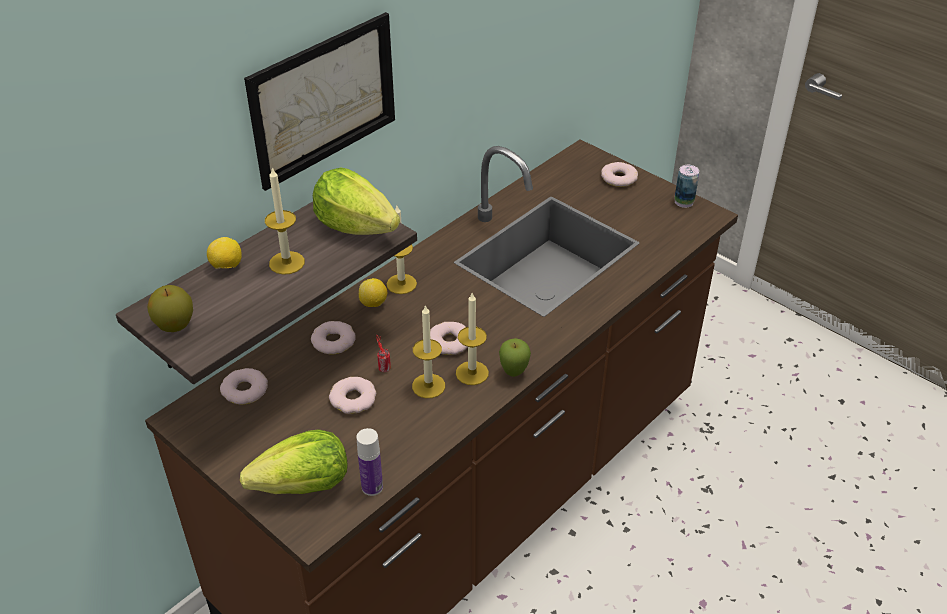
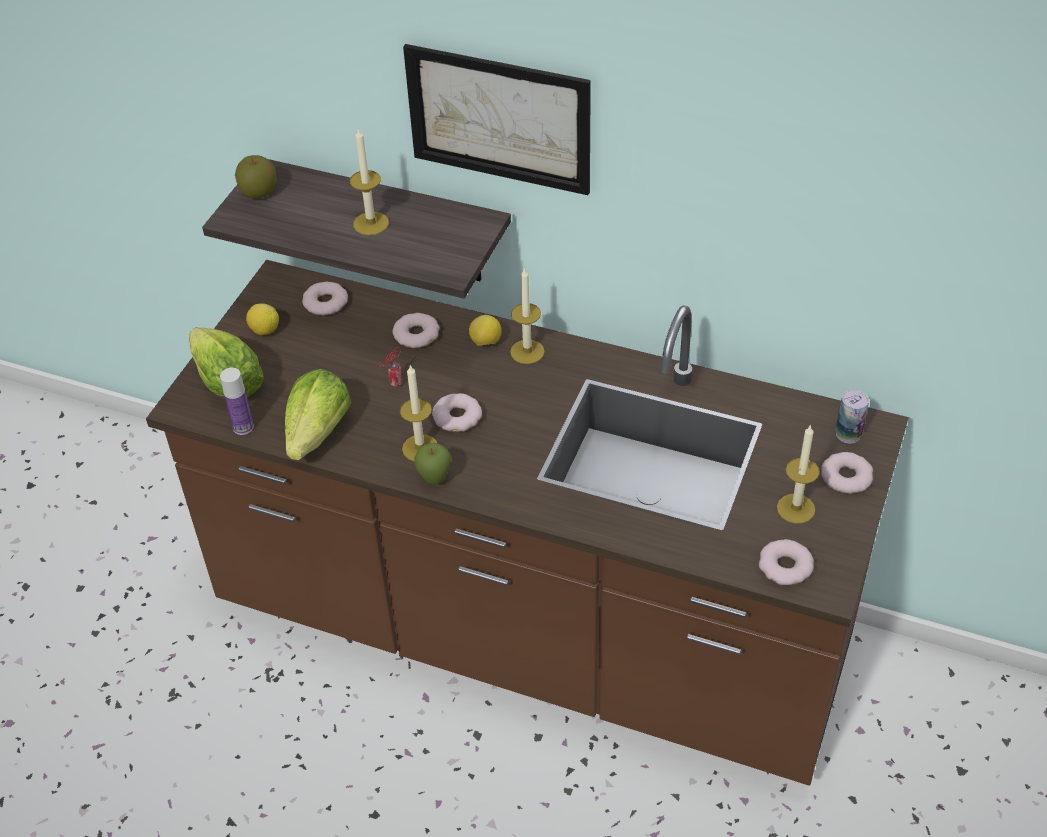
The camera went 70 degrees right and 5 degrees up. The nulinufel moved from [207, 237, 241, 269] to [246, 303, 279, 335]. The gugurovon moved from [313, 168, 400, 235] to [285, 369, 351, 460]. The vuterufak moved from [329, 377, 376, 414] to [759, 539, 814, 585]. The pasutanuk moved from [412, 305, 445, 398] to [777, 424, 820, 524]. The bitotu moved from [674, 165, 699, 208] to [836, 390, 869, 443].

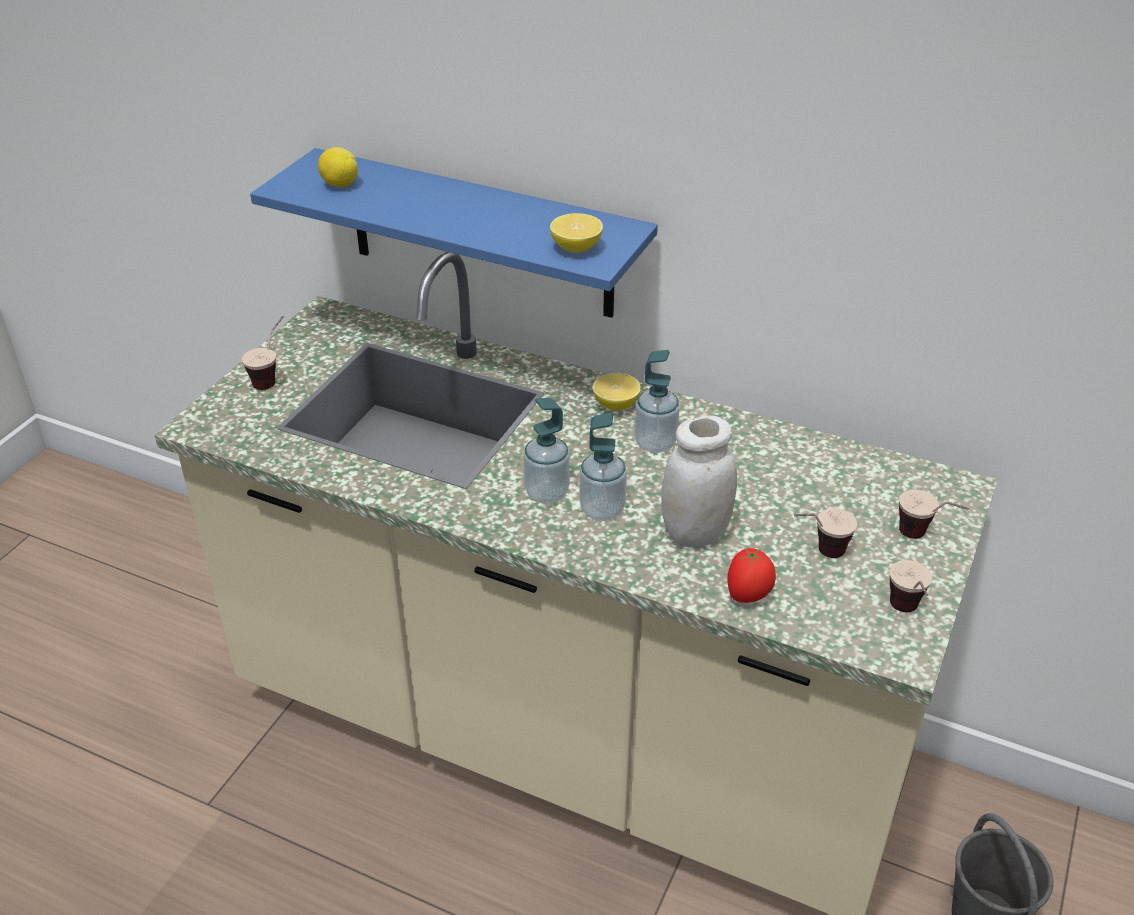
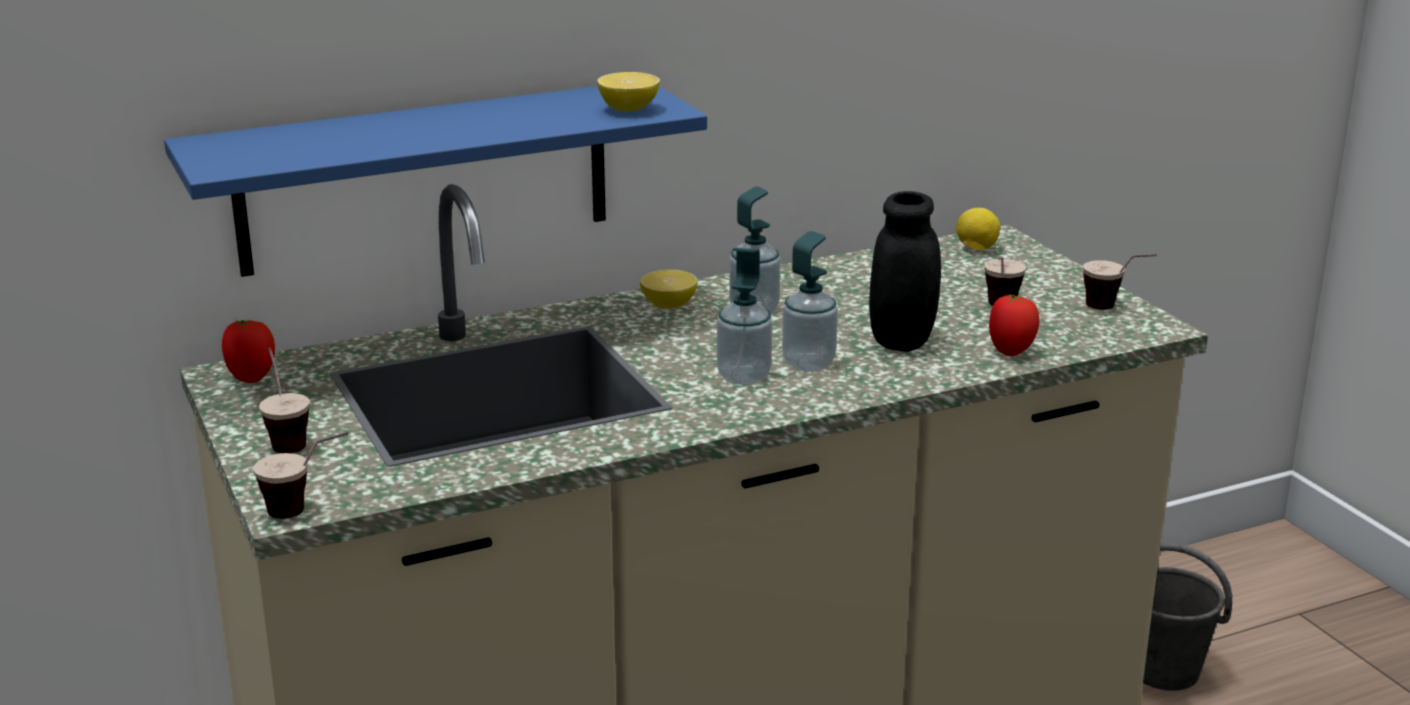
The camera went 50 degrees left and 15 degrees down. The nulinufel moved from [318, 147, 358, 187] to [956, 208, 1000, 250]. The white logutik at [661, 415, 737, 547] became the black logutik at [869, 191, 941, 352]. The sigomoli moved from [899, 490, 969, 539] to [253, 432, 349, 519]. The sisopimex at [222, 320, 275, 383] appeared.

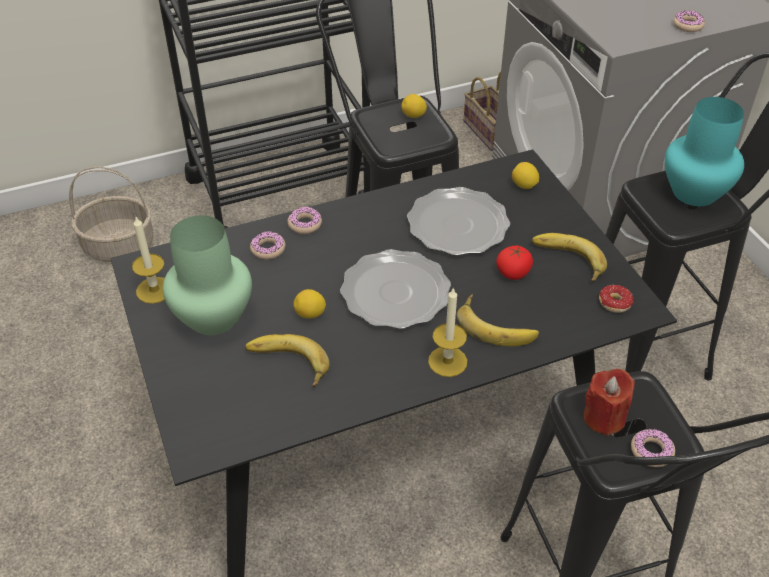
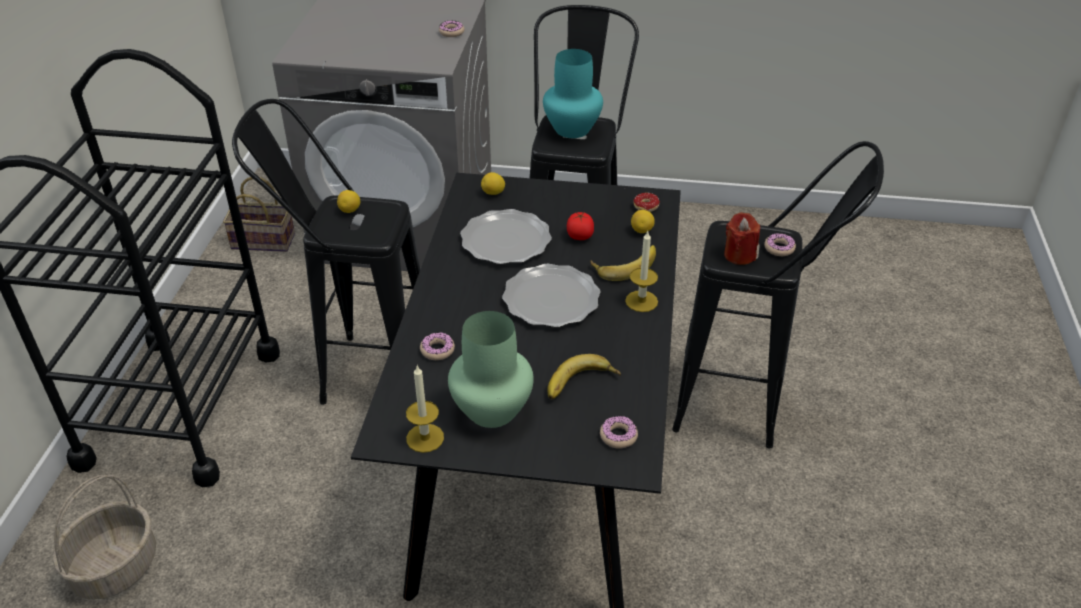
The camera went 60 degrees left and 5 degrees down. The vuterufak moved from [287, 207, 322, 234] to [600, 415, 638, 449]. The nulinufel moved from [293, 289, 326, 319] to [631, 210, 655, 233]. The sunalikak at [532, 233, 607, 282] disappeared.

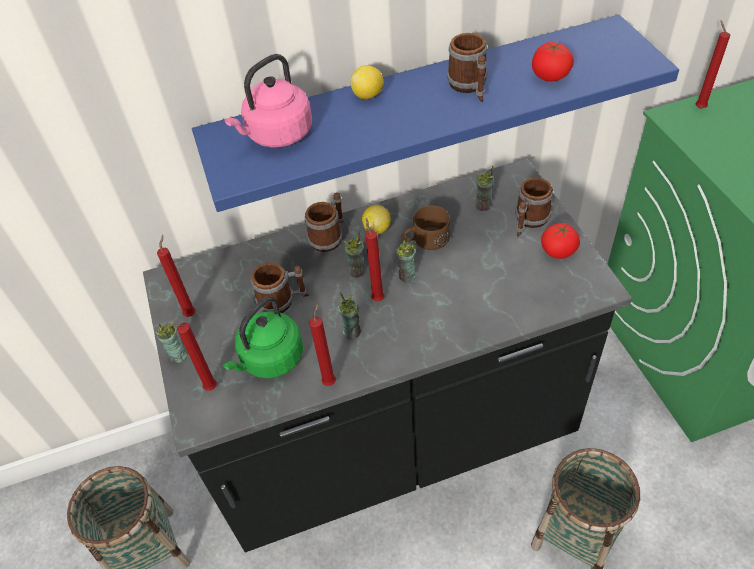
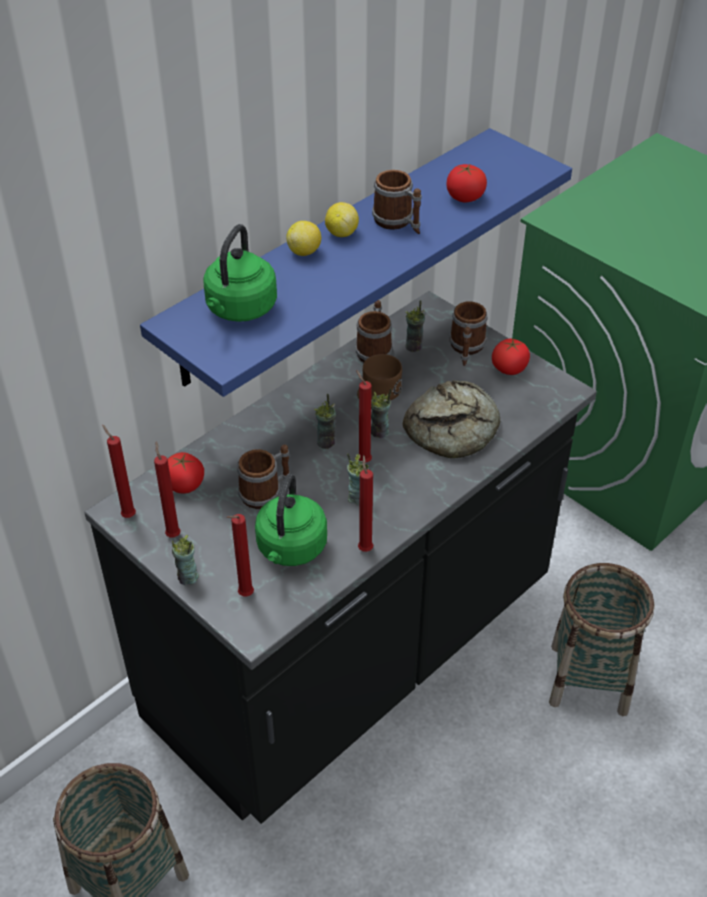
The camera went 30 degrees left and 5 degrees down. The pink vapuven at [225, 54, 312, 147] became the green vapuven at [203, 224, 277, 322]. The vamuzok moved from [305, 192, 344, 252] to [355, 300, 393, 362]. The nulinufel moved from [362, 205, 391, 234] to [325, 202, 359, 237]. The red pasutanuk moved from [696, 21, 730, 109] to [102, 425, 136, 518]. The sisopimex at [168, 452, 204, 494] appeared. The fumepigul at [403, 380, 500, 458] appeared.

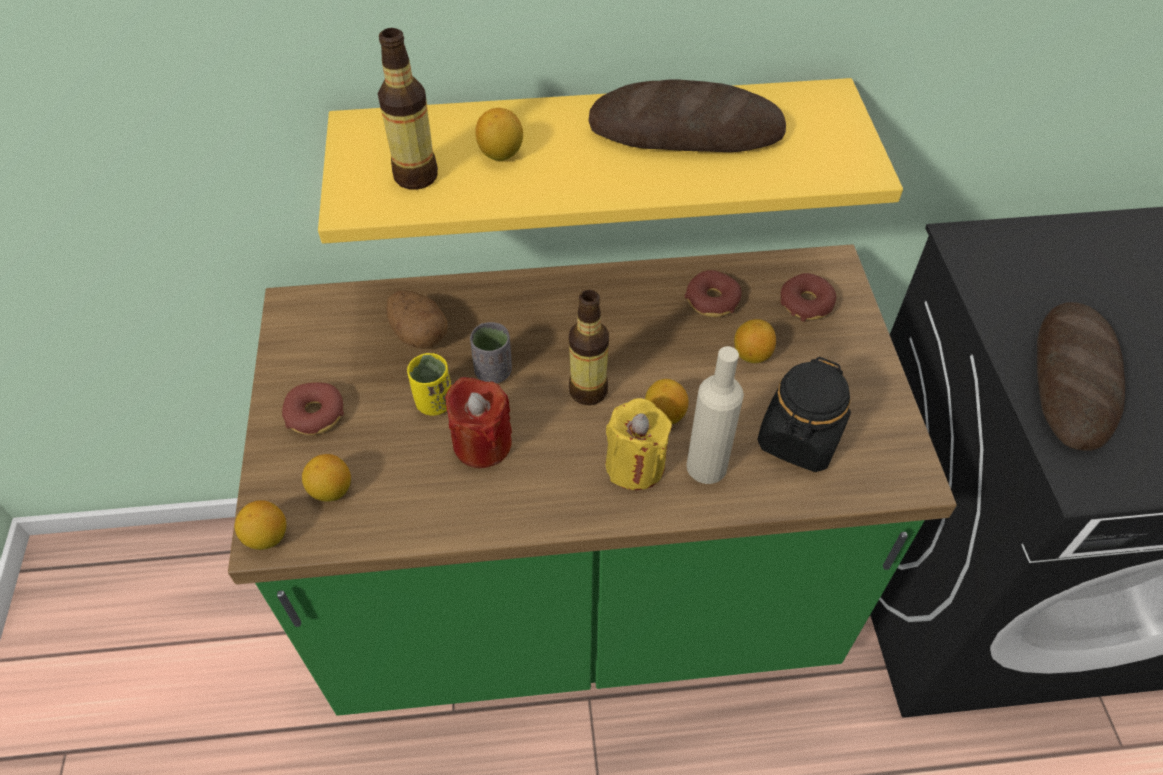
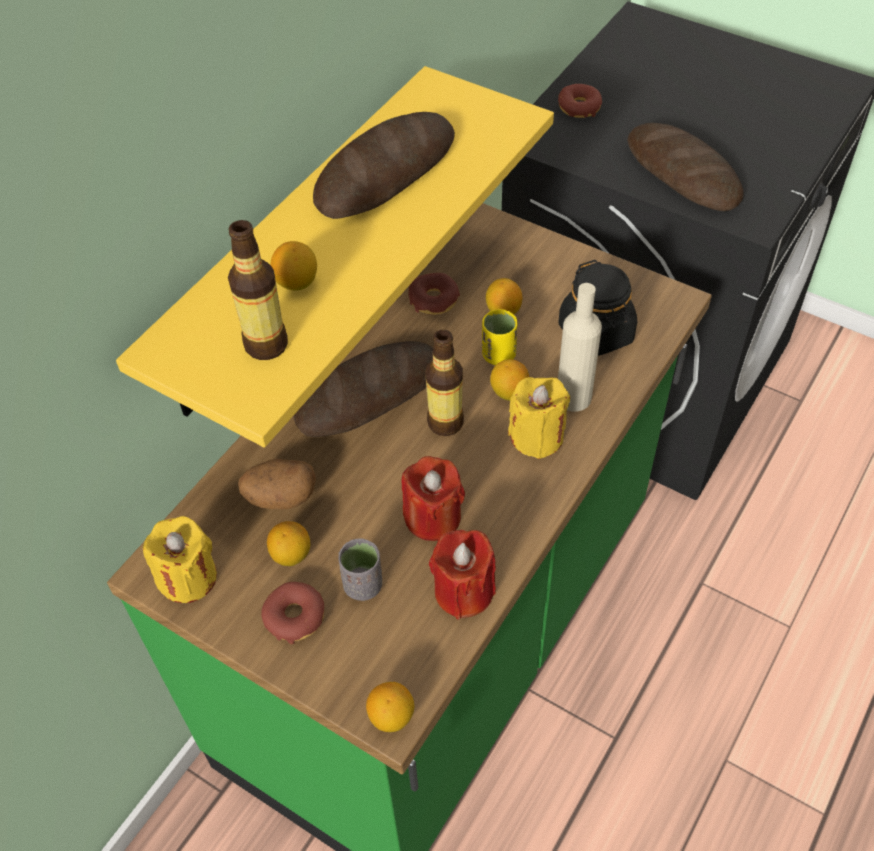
The camera went 50 degrees left and 0 degrees up. The nulinufel moved from [302, 454, 351, 502] to [267, 521, 310, 566]. The yellow sigomoli moved from [407, 353, 452, 416] to [482, 309, 517, 365]. The grey sigomoli moved from [470, 322, 512, 383] to [339, 538, 382, 601]. The vuterufak moved from [781, 273, 836, 322] to [558, 84, 602, 118]. The yellow pasutanuk at [143, 516, 217, 603] appeared. The fumepigul at [293, 341, 433, 437] appeared. The red pasutanuk at [429, 530, 496, 620] appeared.

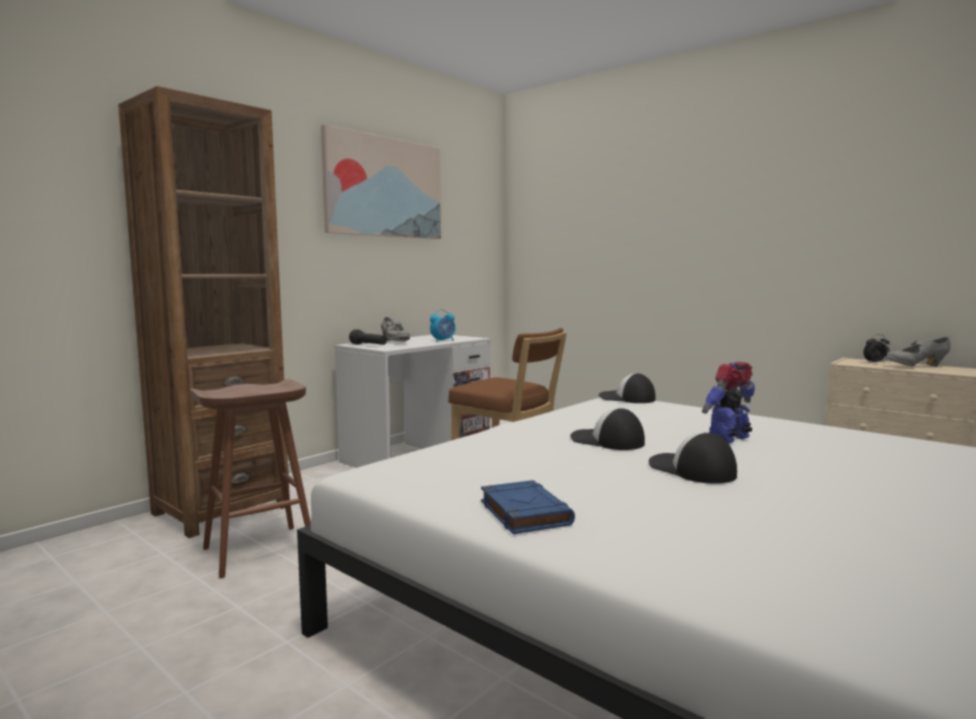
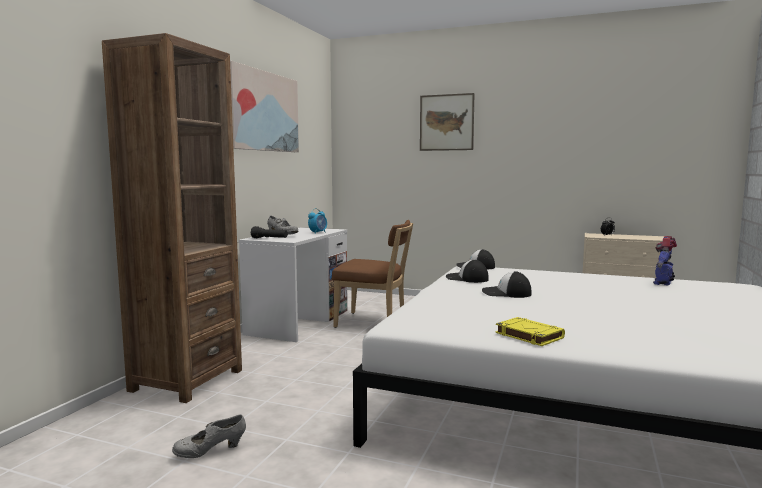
The camera went 20 degrees left and 0 degrees up. The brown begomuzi at [190, 379, 311, 578] disappeared. The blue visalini at [481, 480, 575, 534] became the yellow visalini at [495, 317, 565, 346]. The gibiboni moved from [649, 432, 737, 484] to [446, 259, 489, 283]. The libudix moved from [702, 362, 755, 444] to [653, 236, 677, 285]. The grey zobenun moved from [886, 337, 951, 367] to [172, 415, 246, 458]. The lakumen at [420, 93, 474, 151] appeared.

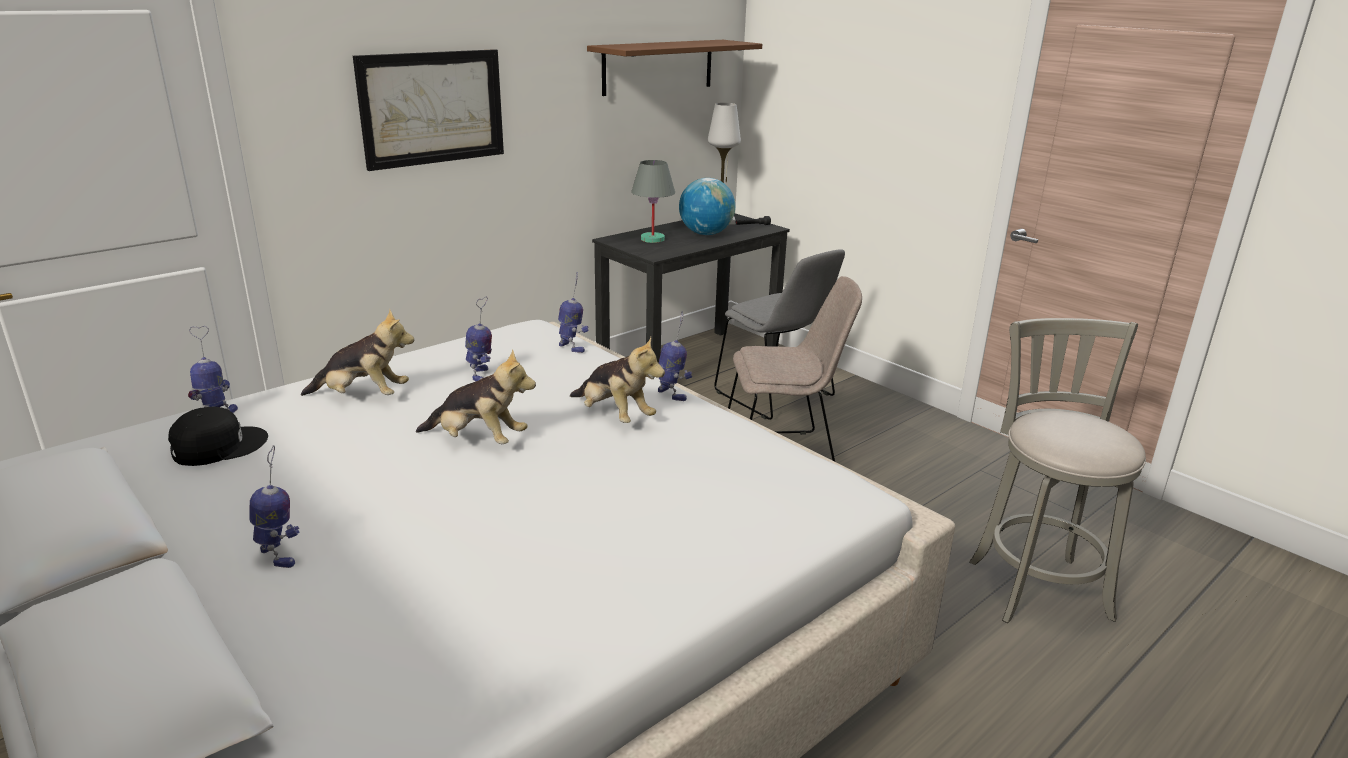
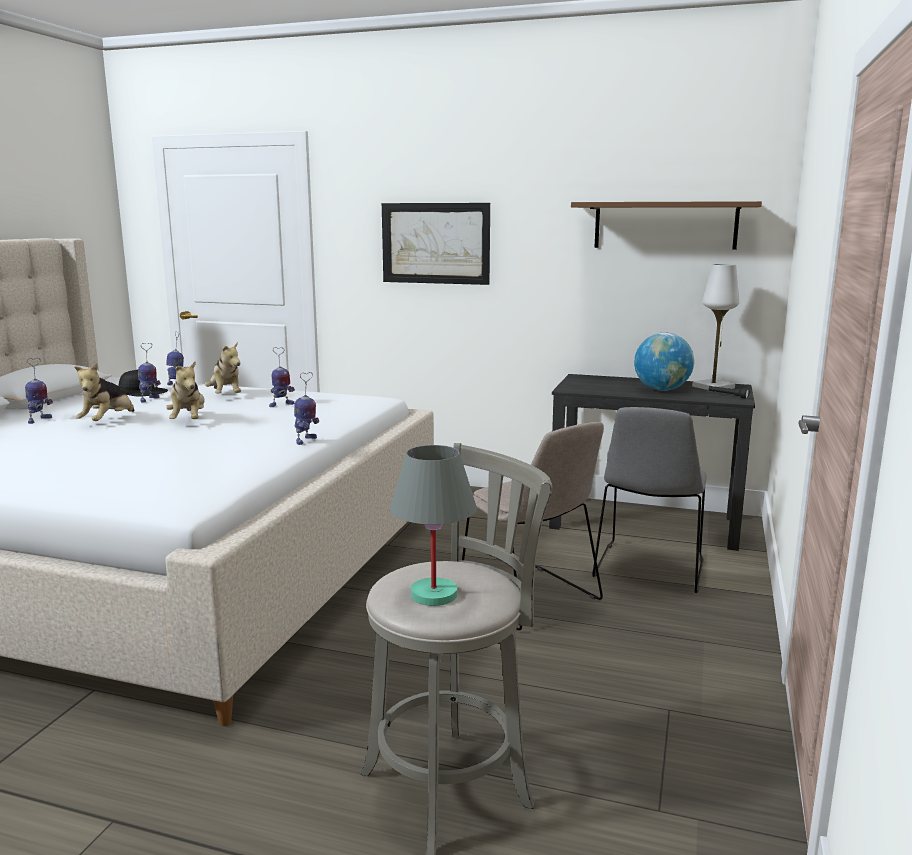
The camera went 60 degrees right and 10 degrees down. The libudix moved from [558, 272, 589, 353] to [138, 343, 161, 402]. The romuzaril moved from [570, 337, 665, 423] to [74, 363, 134, 421]. The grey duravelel moved from [631, 160, 675, 243] to [390, 445, 477, 606].

